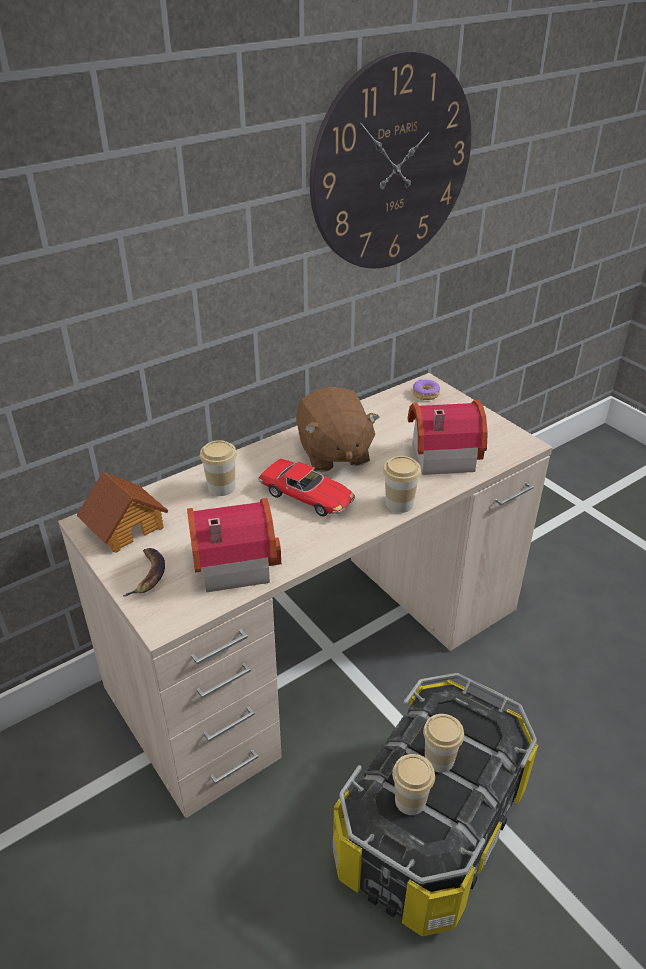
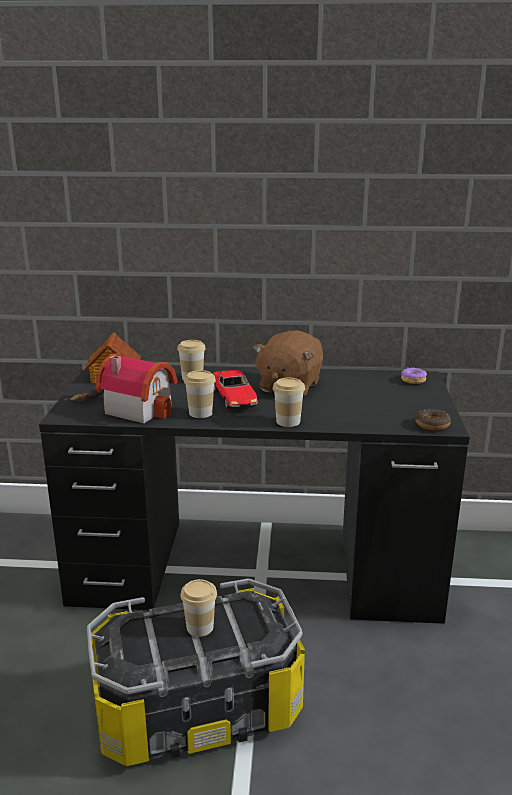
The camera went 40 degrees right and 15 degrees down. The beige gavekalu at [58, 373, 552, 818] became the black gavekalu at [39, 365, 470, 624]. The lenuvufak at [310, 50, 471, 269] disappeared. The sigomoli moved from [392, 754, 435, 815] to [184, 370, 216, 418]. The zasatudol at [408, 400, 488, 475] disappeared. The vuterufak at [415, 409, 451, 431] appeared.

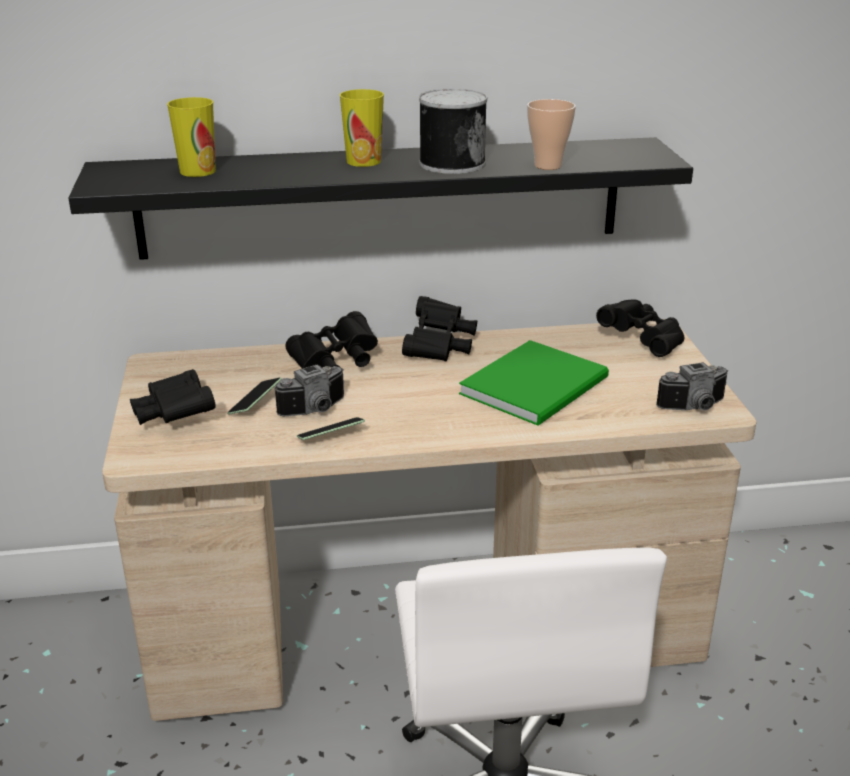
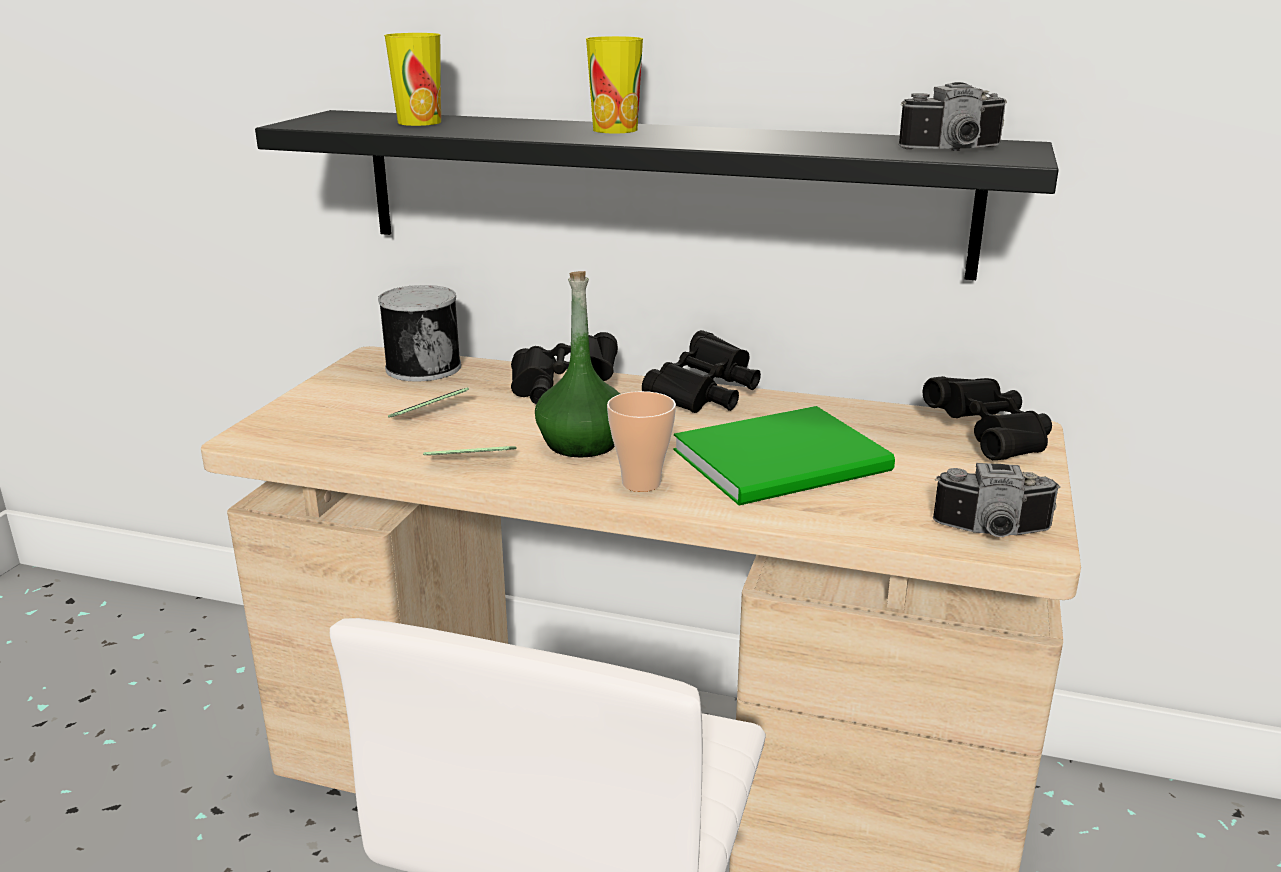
The camera went 25 degrees right and 5 degrees down. The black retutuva at [130, 369, 216, 425] disappeared. The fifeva moved from [274, 364, 344, 416] to [898, 82, 1007, 151]. The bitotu moved from [419, 88, 487, 174] to [378, 285, 461, 381]. The sigomoli moved from [527, 99, 576, 170] to [607, 391, 676, 492]. The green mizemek at [535, 271, 620, 457] appeared.

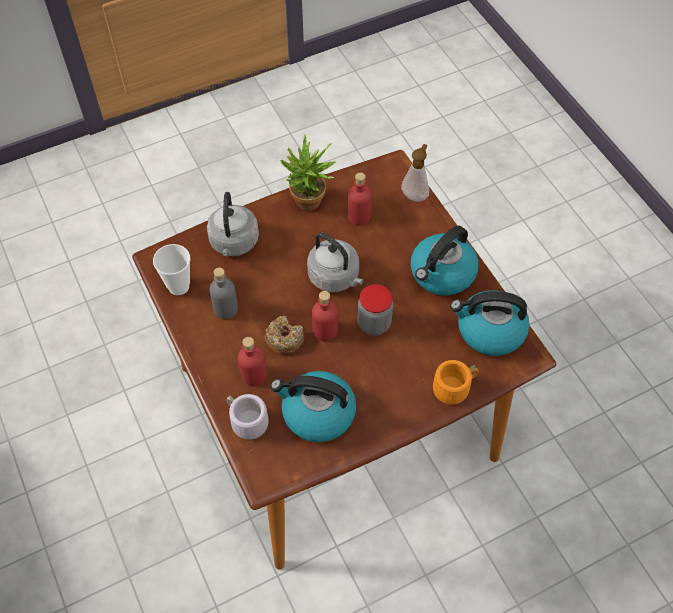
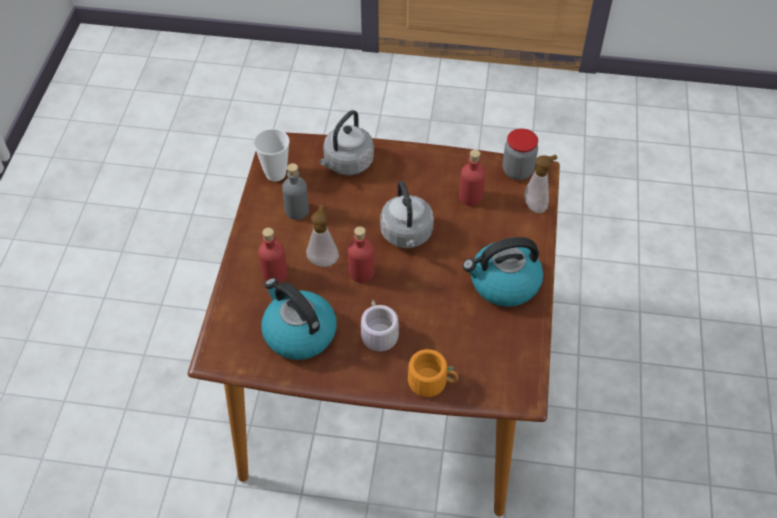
The camera went 35 degrees right and 5 degrees down. The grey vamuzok moved from [227, 394, 269, 440] to [361, 300, 399, 359]. The vuterufak at [265, 316, 304, 354] was replaced by the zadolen at [306, 205, 339, 267]. The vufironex at [280, 135, 337, 211] disappeared. The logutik moved from [358, 284, 393, 336] to [503, 129, 538, 180]. The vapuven at [450, 290, 530, 356] disappeared.

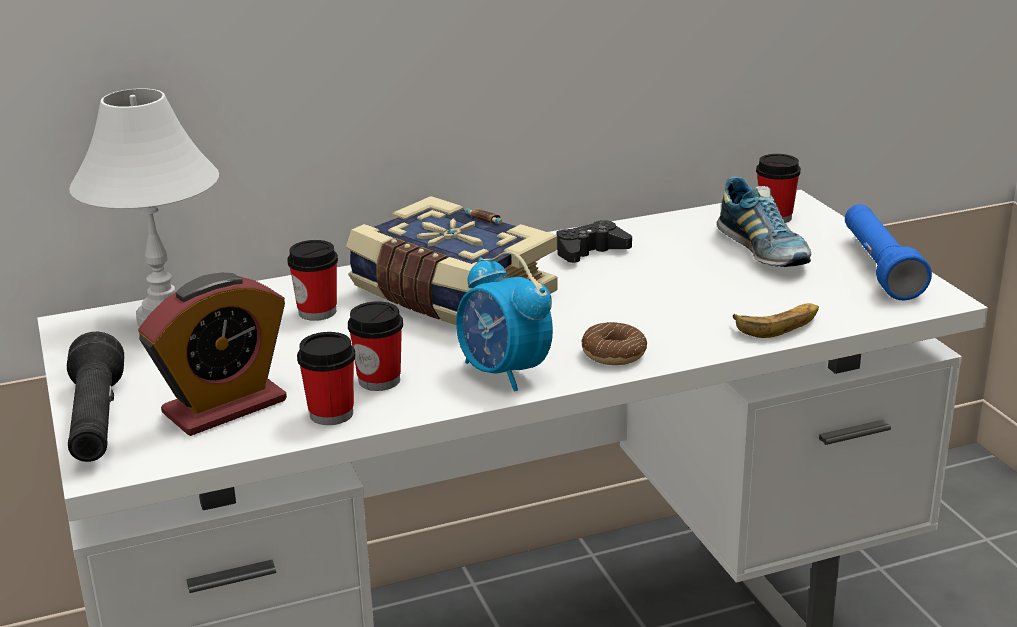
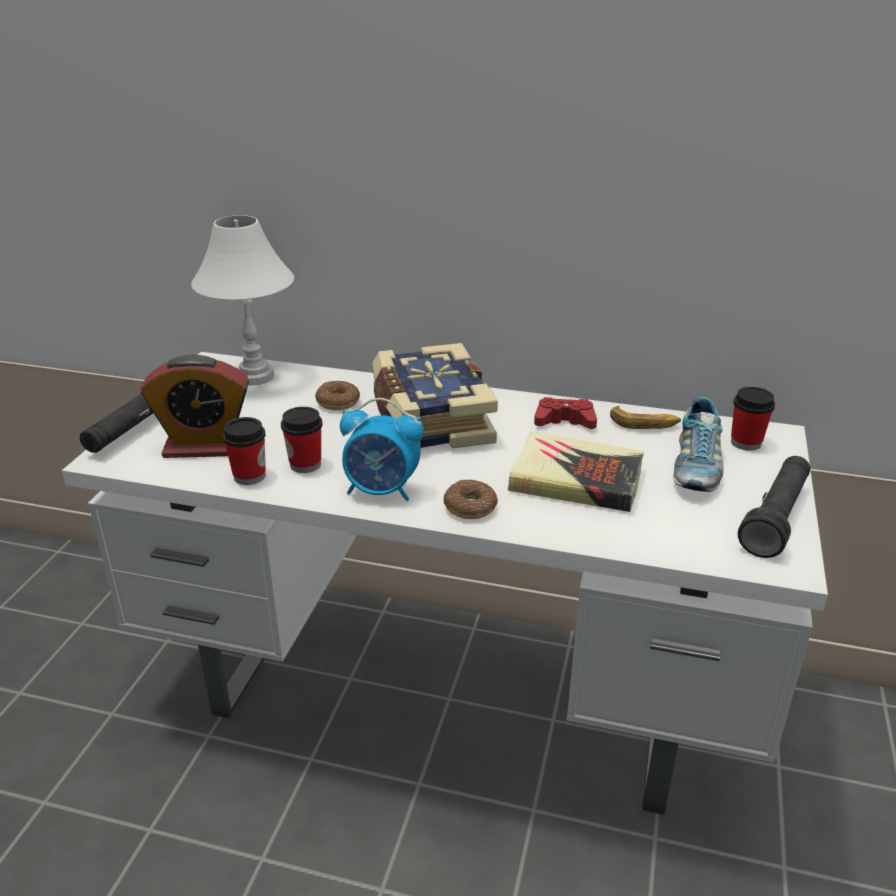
The camera went 35 degrees right and 5 degrees up. The sigomoli at [287, 240, 338, 321] was replaced by the vuterufak at [315, 381, 360, 410]. The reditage at [456, 251, 553, 392] turned 75 degrees counterclockwise. The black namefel at [556, 220, 632, 263] became the red namefel at [534, 397, 597, 429]. The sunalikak moved from [733, 303, 819, 338] to [610, 406, 681, 429]. The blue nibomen at [845, 204, 932, 300] became the black nibomen at [738, 456, 810, 558]. The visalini at [508, 431, 644, 512] appeared.

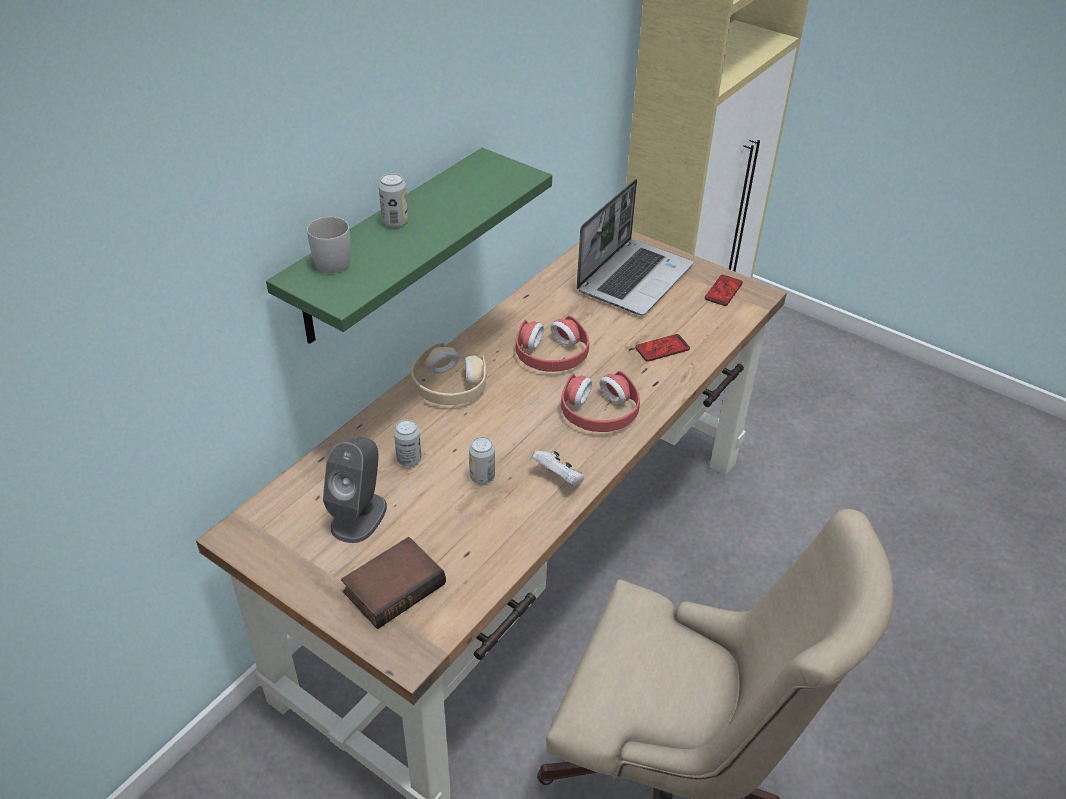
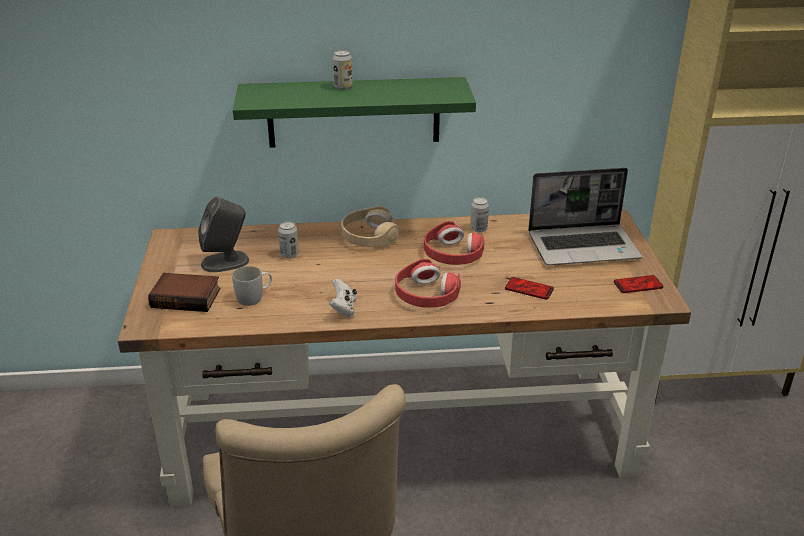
The camera went 50 degrees right and 10 degrees down. The white vamuzok moved from [307, 217, 351, 274] to [232, 266, 272, 306]. The bitotu moved from [469, 437, 495, 484] to [470, 197, 489, 232].

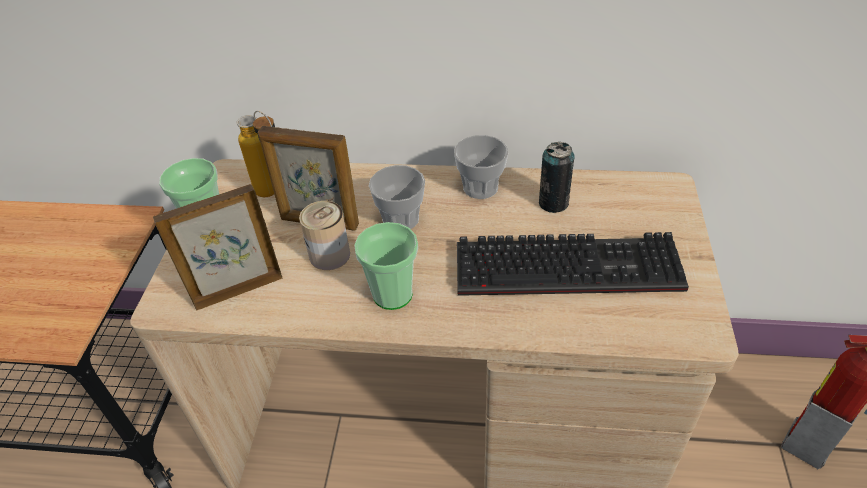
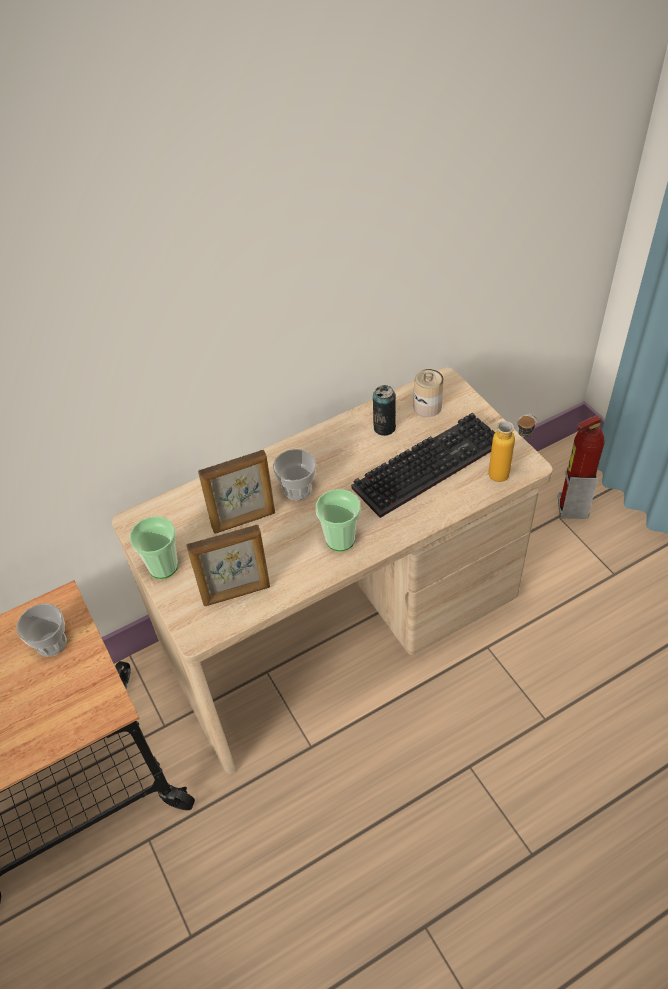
The camera went 35 degrees left and 5 degrees up. The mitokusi at [153, 184, 282, 311] turned 135 degrees counterclockwise. The mizemek moved from [236, 111, 275, 197] to [488, 414, 537, 482]. The bitotu moved from [299, 201, 350, 270] to [413, 369, 444, 417]. The sigomoli moved from [454, 135, 508, 199] to [17, 603, 67, 657].

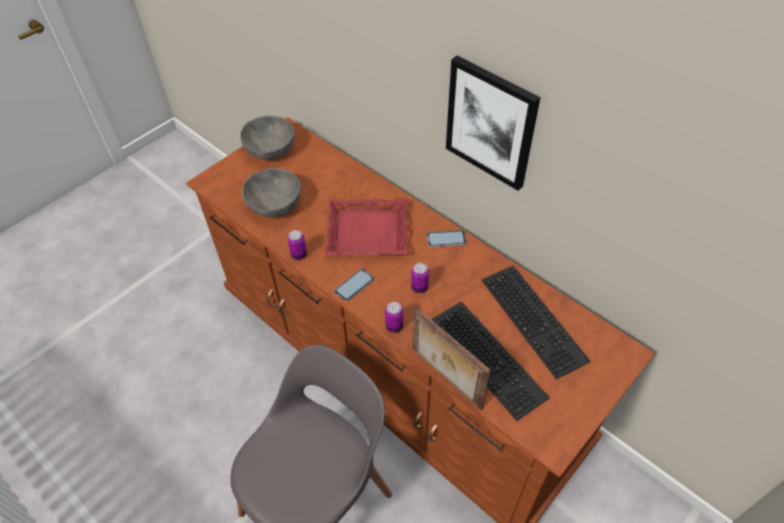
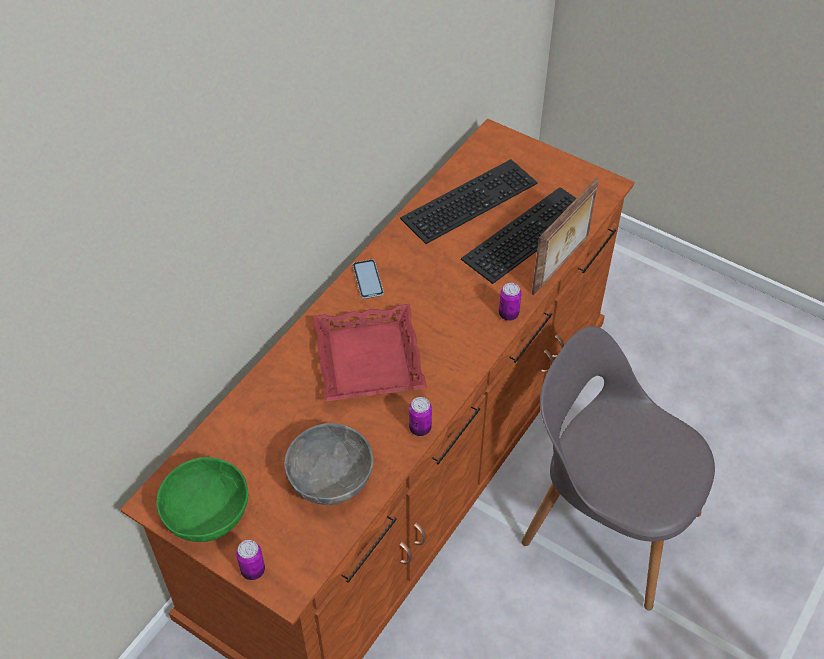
The camera went 100 degrees left and 0 degrees up. The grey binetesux at [240, 116, 295, 160] became the green binetesux at [156, 457, 249, 542]. The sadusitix at [334, 269, 374, 302] disappeared. The bitotu moved from [411, 263, 429, 293] to [236, 540, 265, 580]. The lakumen at [446, 56, 540, 191] disappeared.

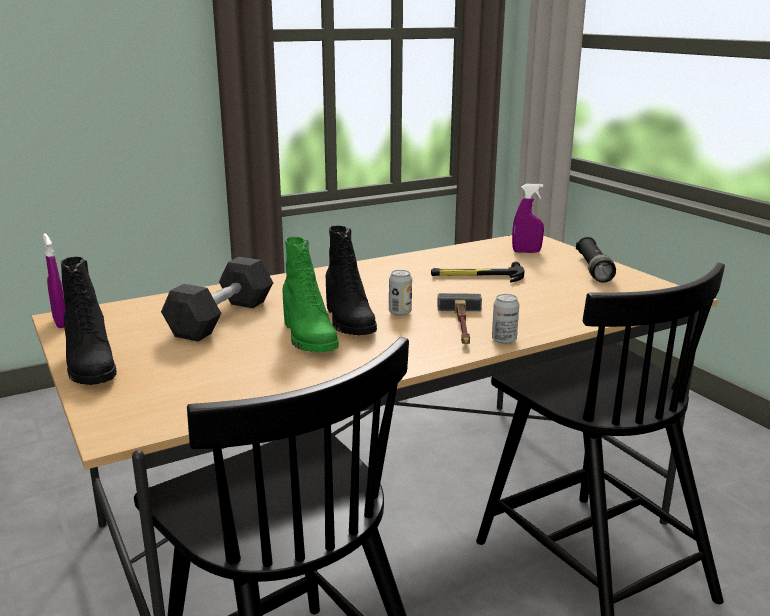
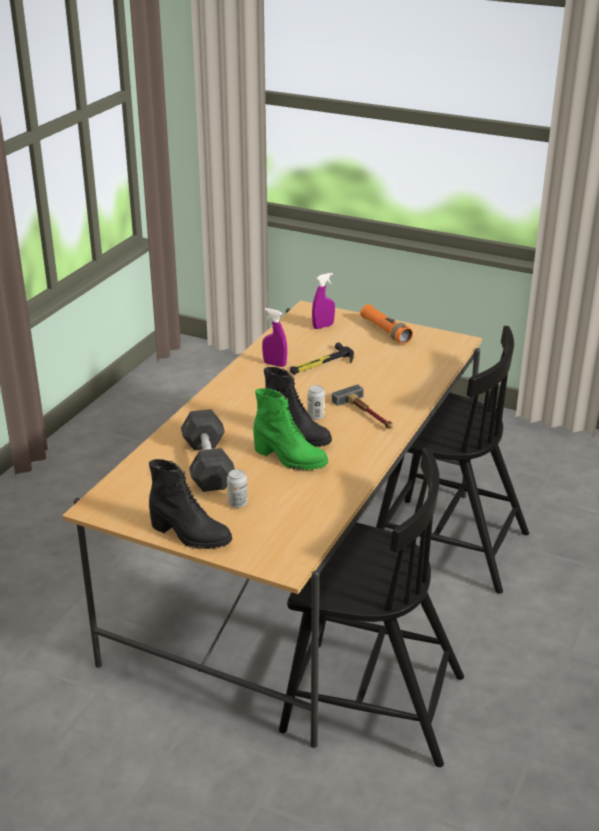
The camera went 35 degrees left and 10 degrees up. The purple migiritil moved from [43, 233, 66, 328] to [262, 308, 287, 367]. The bitotu moved from [492, 294, 519, 344] to [227, 469, 248, 508]. The black nibomen at [576, 237, 616, 283] became the orange nibomen at [360, 304, 413, 344].

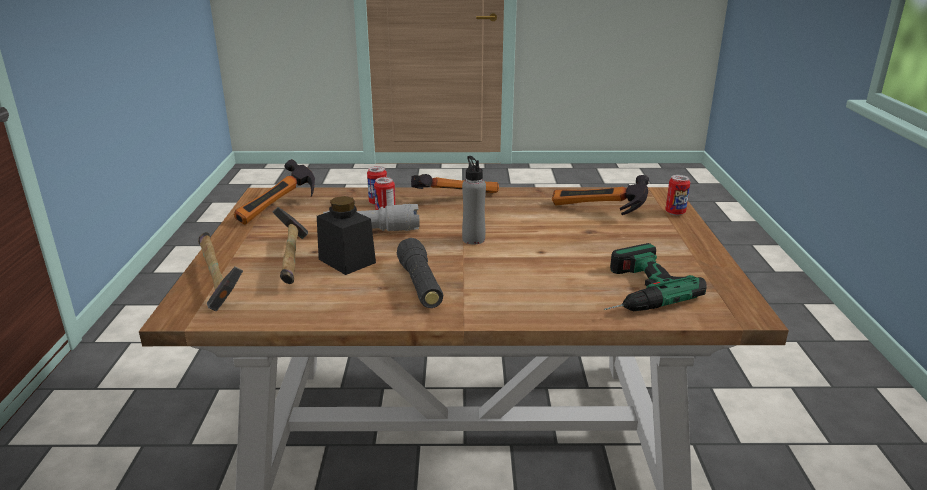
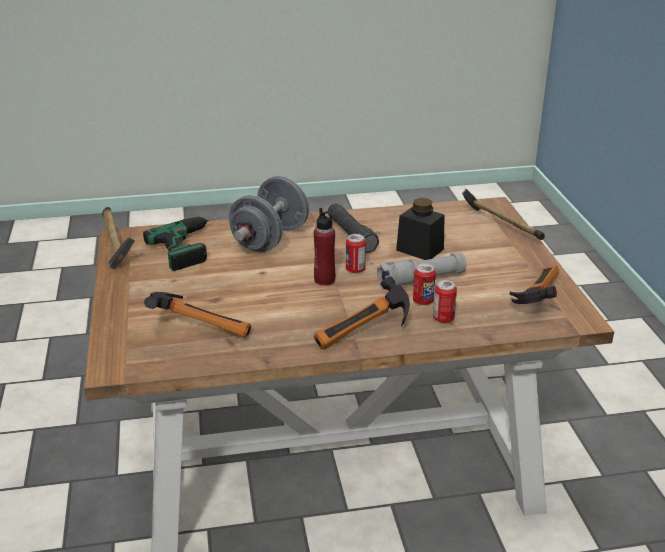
The camera went 170 degrees right and 5 degrees up. The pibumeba moved from [273, 207, 308, 284] to [102, 207, 135, 269]. The grey mizemek at [462, 156, 486, 244] became the red mizemek at [314, 208, 335, 285]. The bitotu moved from [665, 175, 690, 216] to [346, 234, 366, 273]. The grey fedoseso at [229, 176, 309, 253] appeared.

